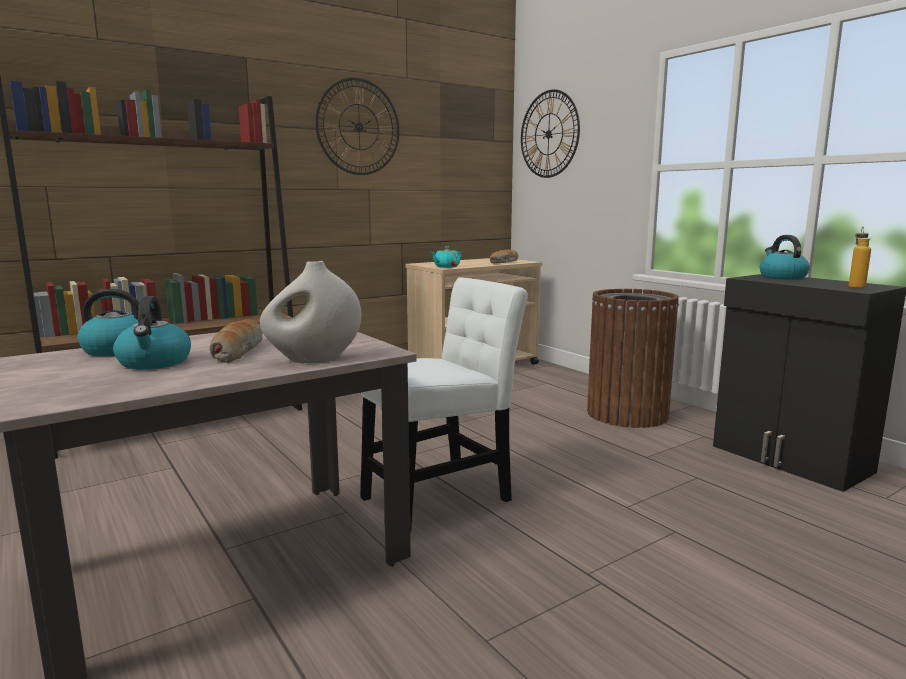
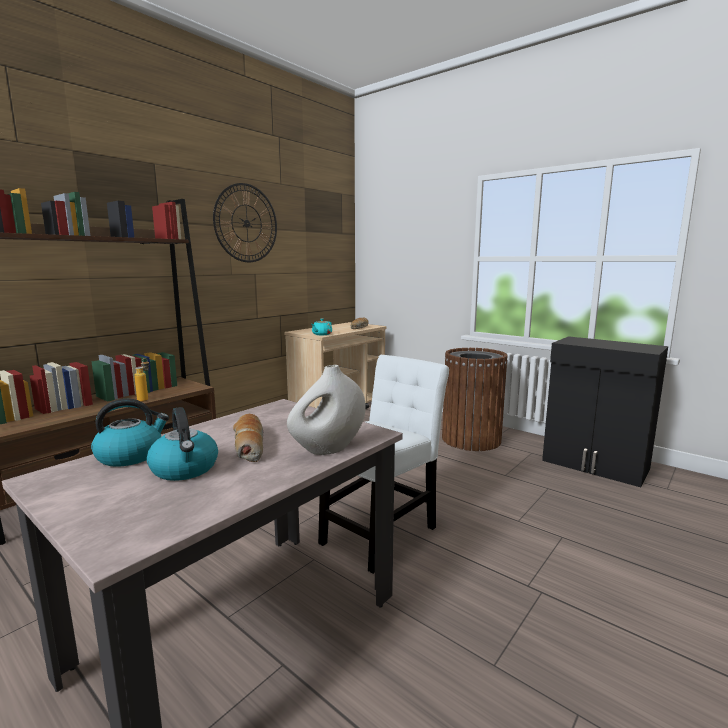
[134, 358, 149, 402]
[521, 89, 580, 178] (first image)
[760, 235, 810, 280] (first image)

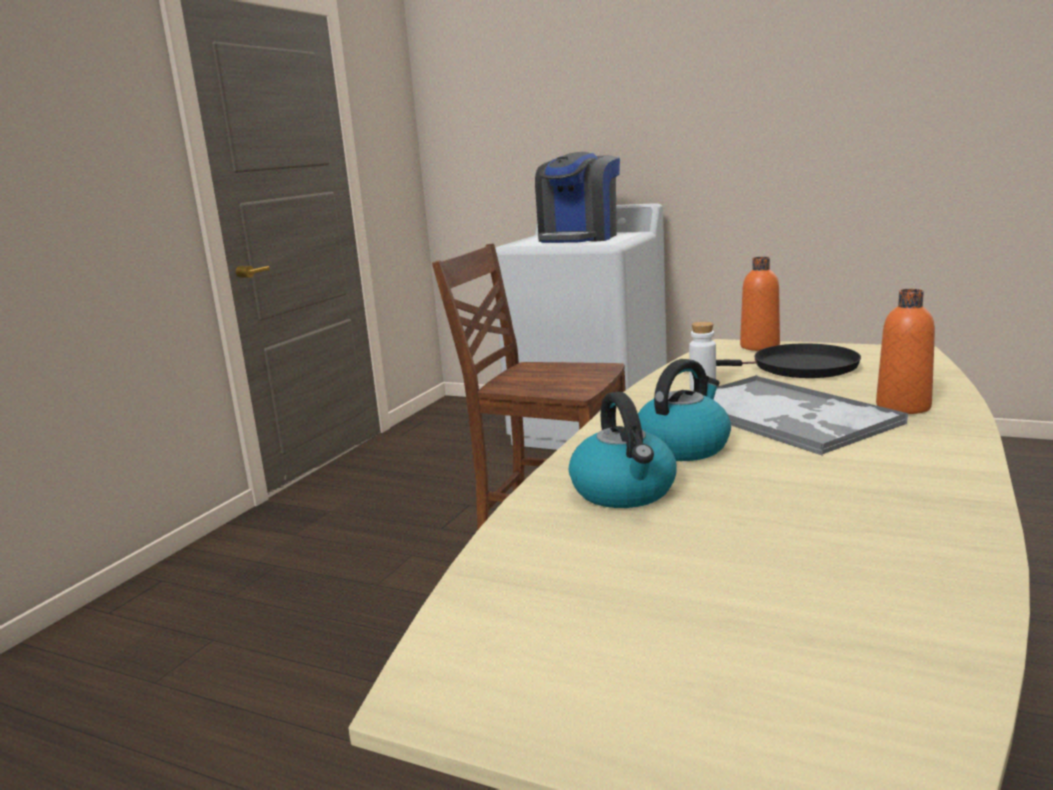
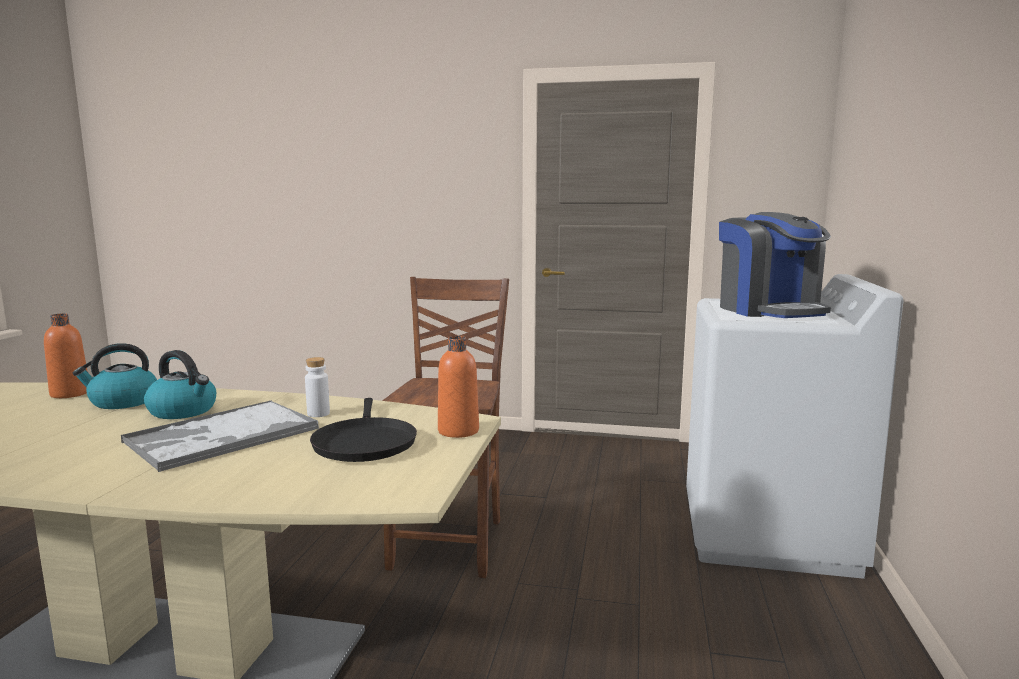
[44, 313, 88, 398]
[719, 212, 831, 318]

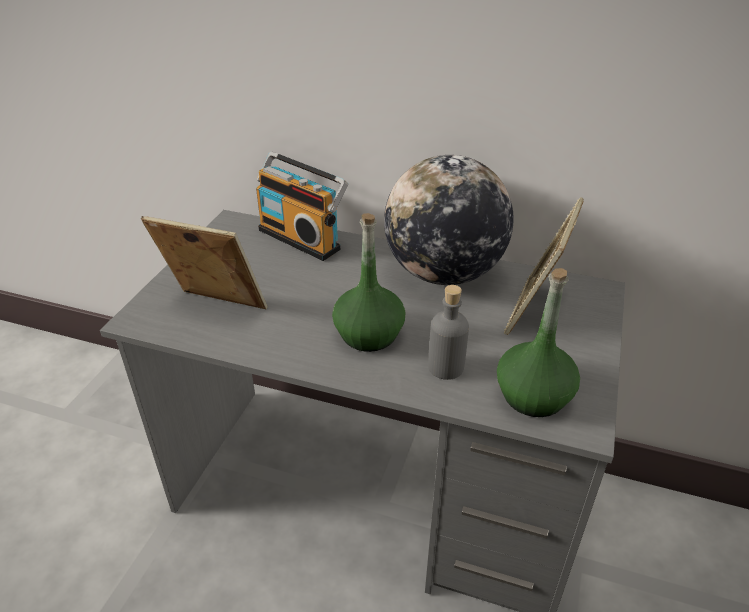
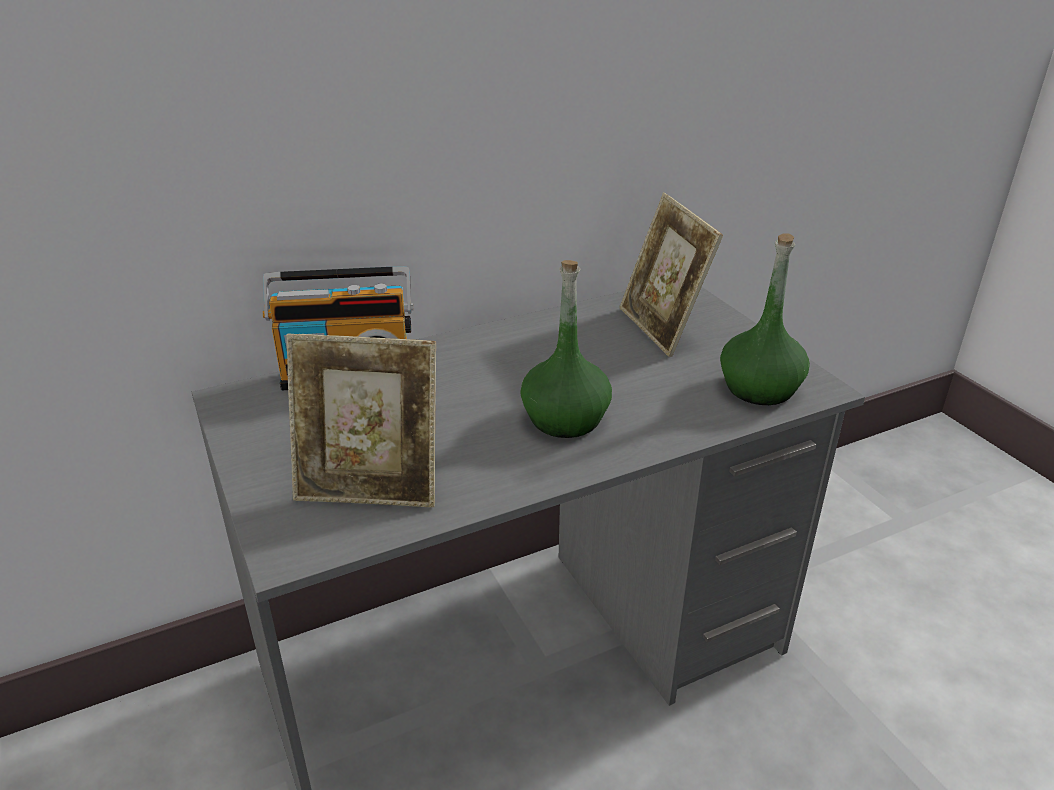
[286, 333, 436, 507]
[384, 155, 514, 285] (first image)
[428, 285, 469, 380] (first image)

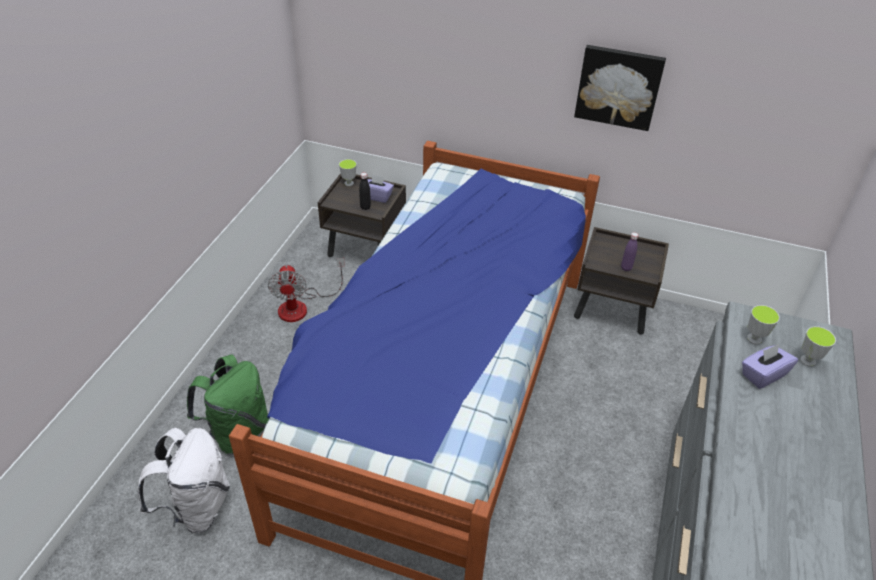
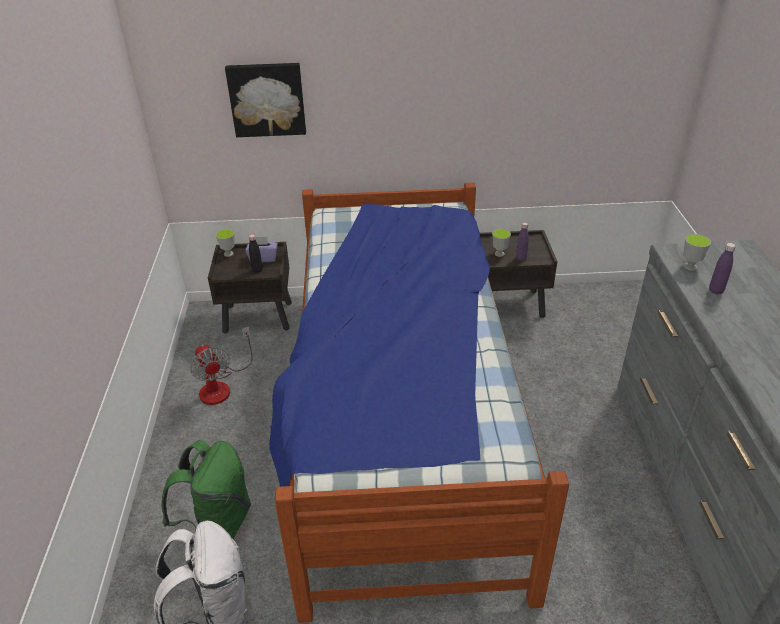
[225, 63, 306, 137]
[492, 229, 511, 257]
[709, 243, 736, 294]

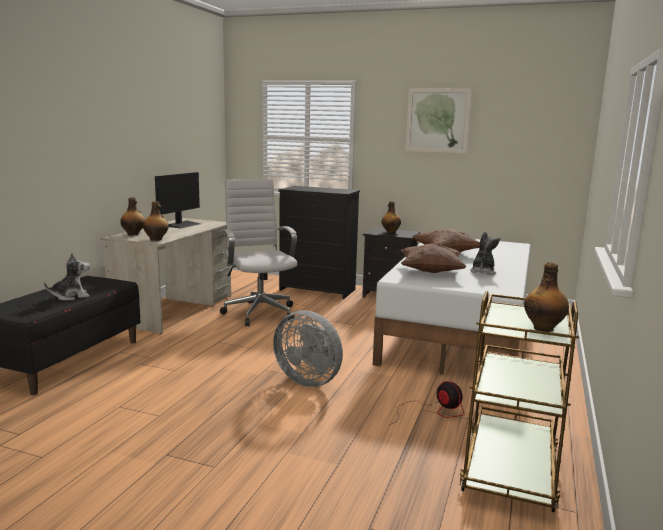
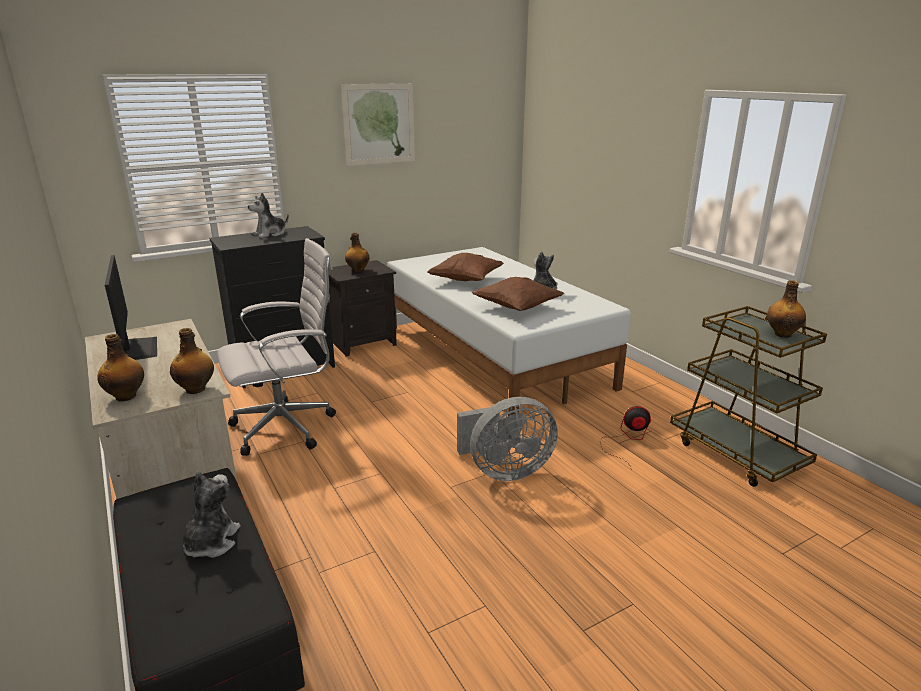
[217, 238, 336, 456]
[248, 193, 289, 238]

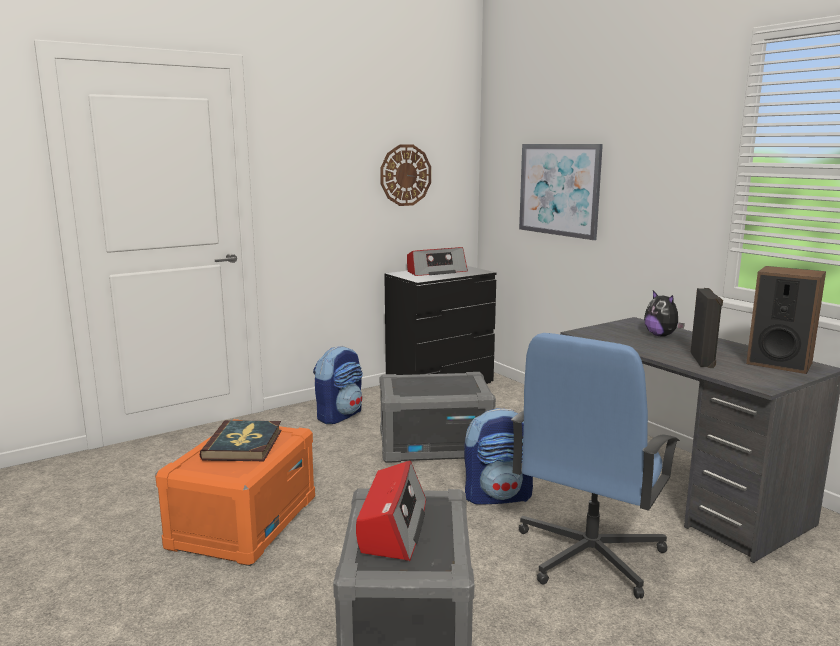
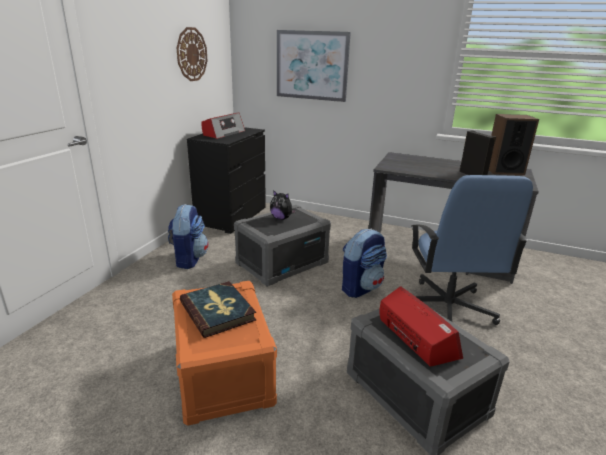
[270, 190, 296, 220]

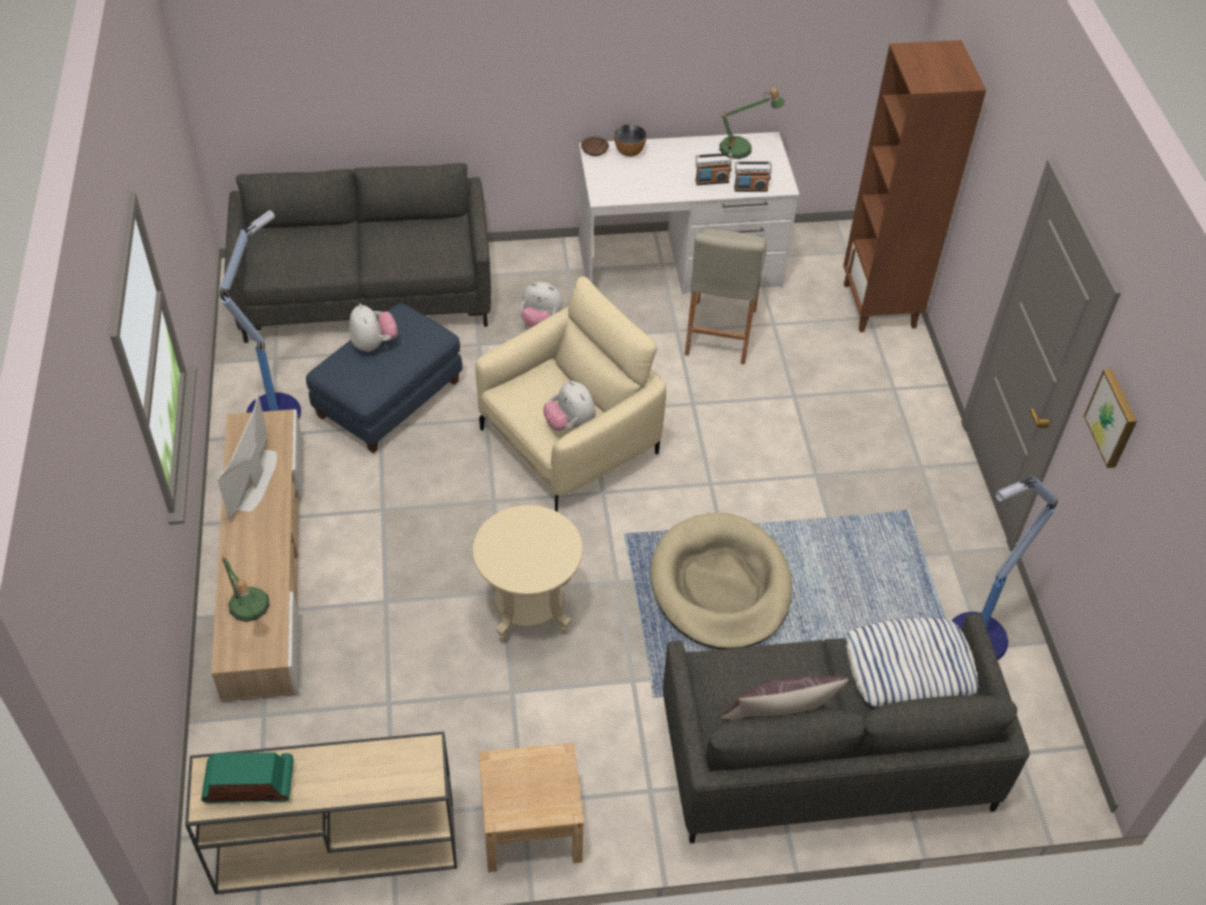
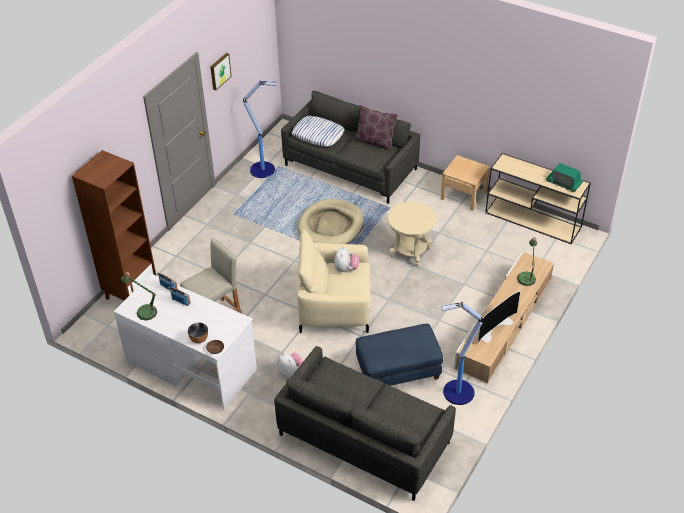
[349, 304, 398, 352] (first image)

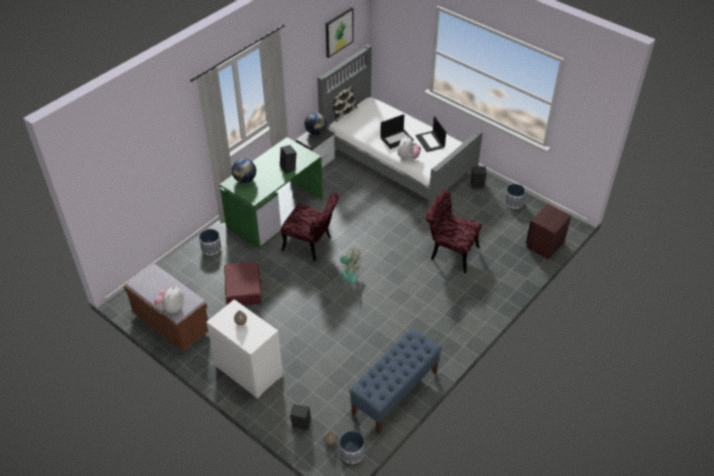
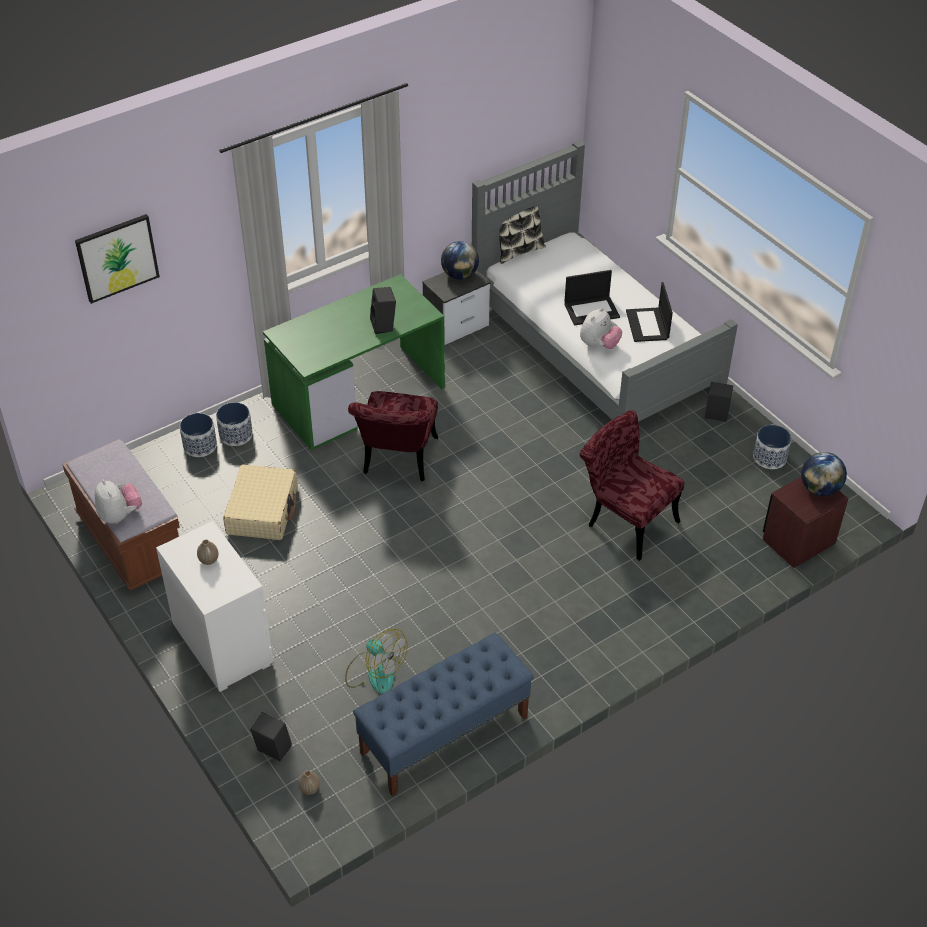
[75, 214, 160, 304]
[95, 480, 142, 524]
[180, 413, 217, 457]
[223, 464, 298, 540]
[345, 629, 408, 694]
[348, 391, 438, 481]
[801, 452, 847, 496]

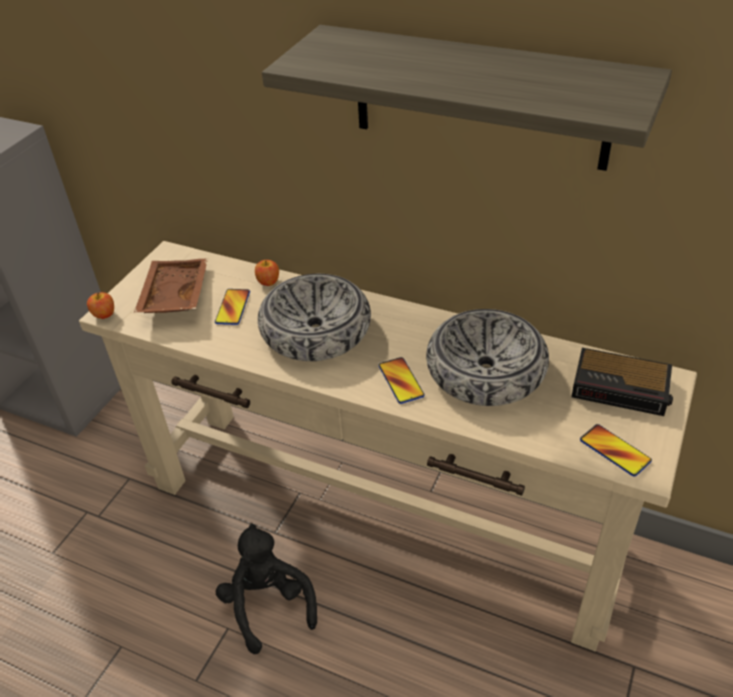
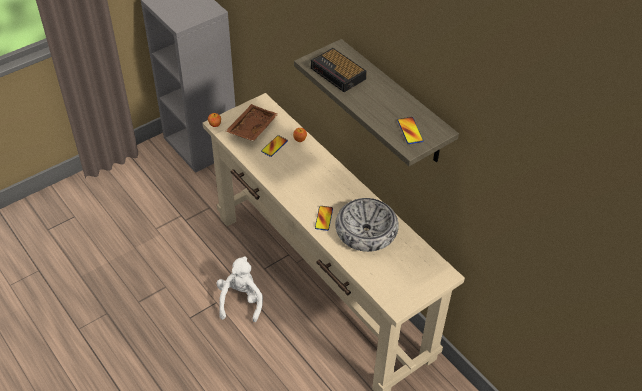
[216, 257, 263, 322]
[311, 48, 367, 92]
[397, 117, 424, 144]
[258, 274, 371, 361] (first image)

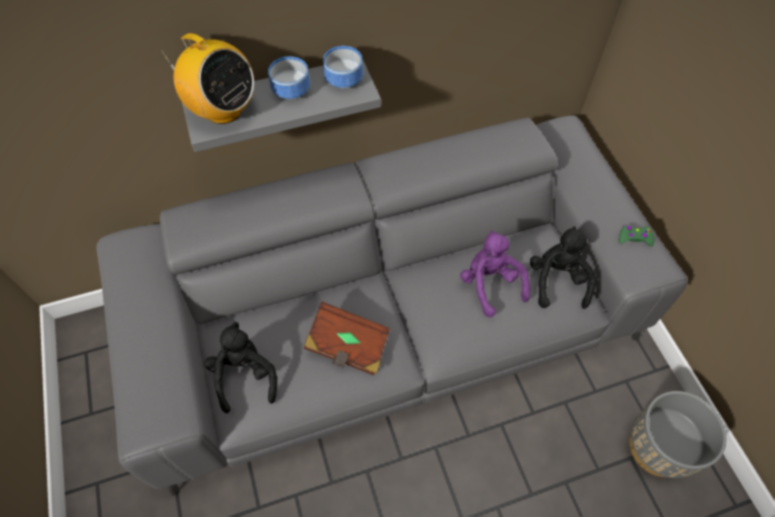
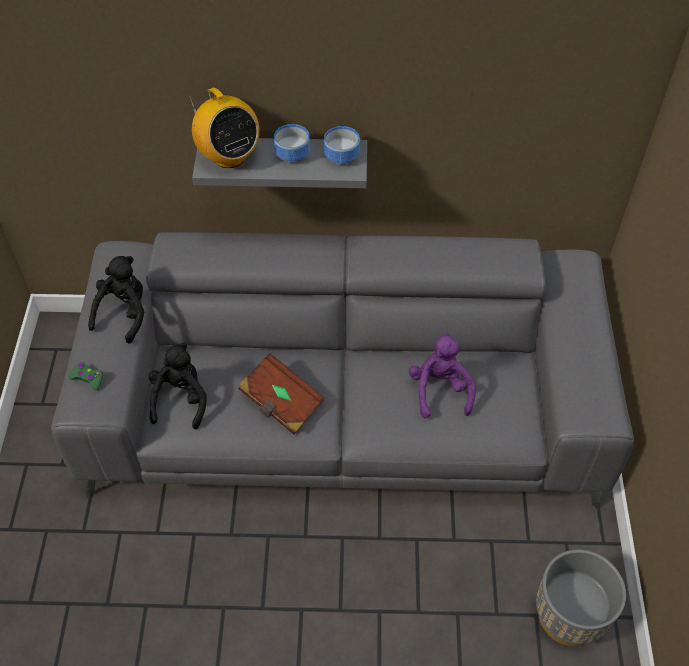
[69, 362, 103, 391]
[88, 256, 144, 344]

